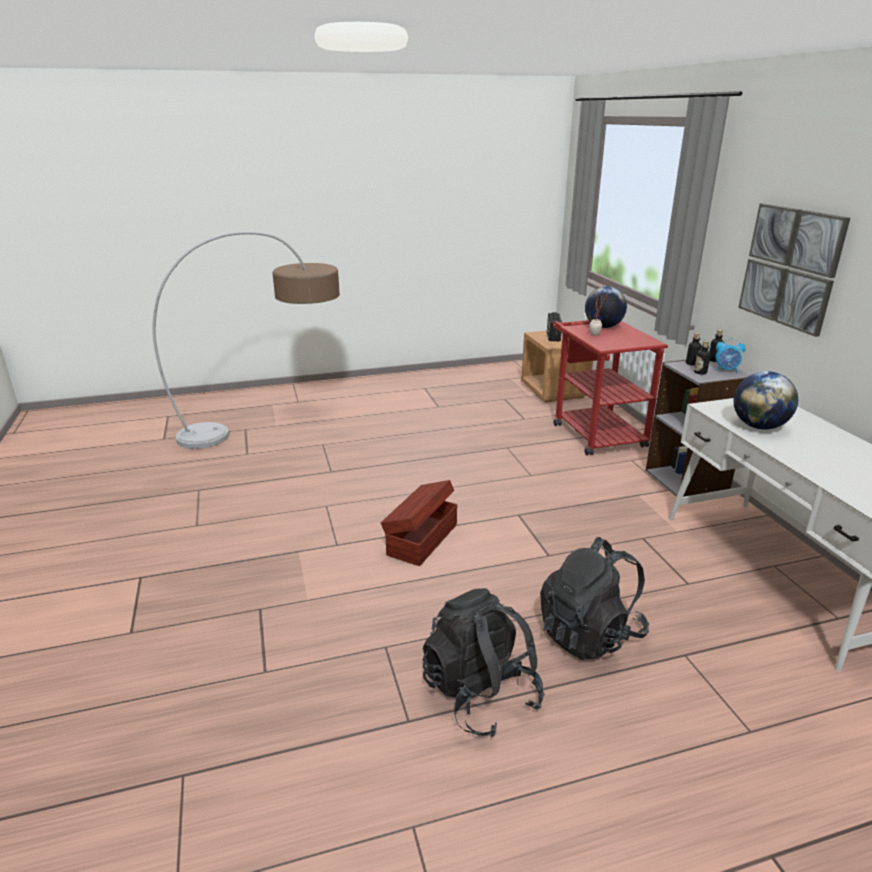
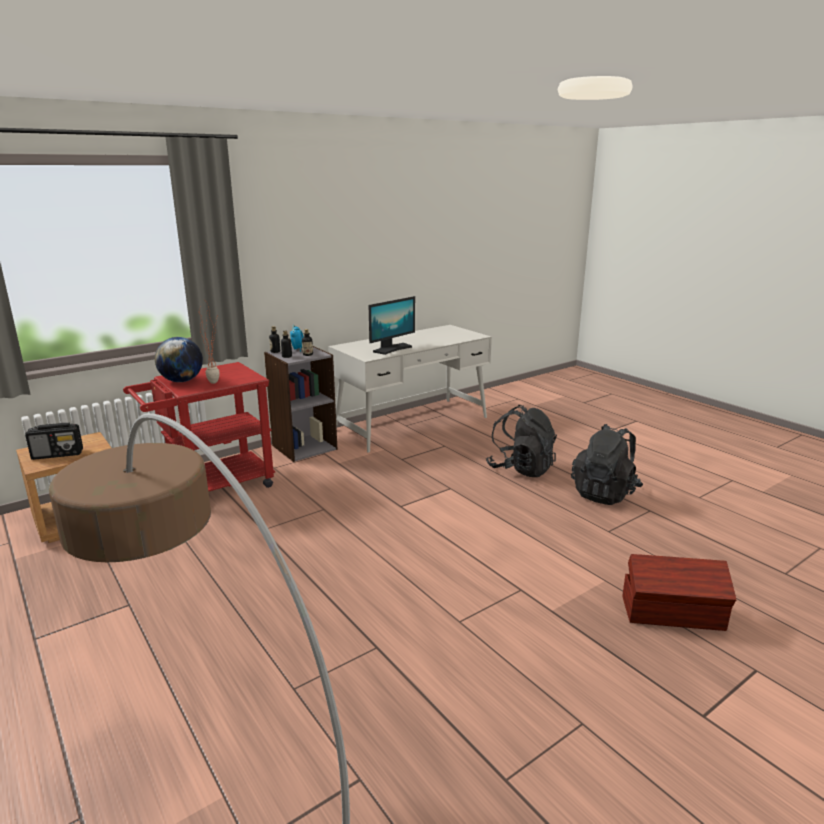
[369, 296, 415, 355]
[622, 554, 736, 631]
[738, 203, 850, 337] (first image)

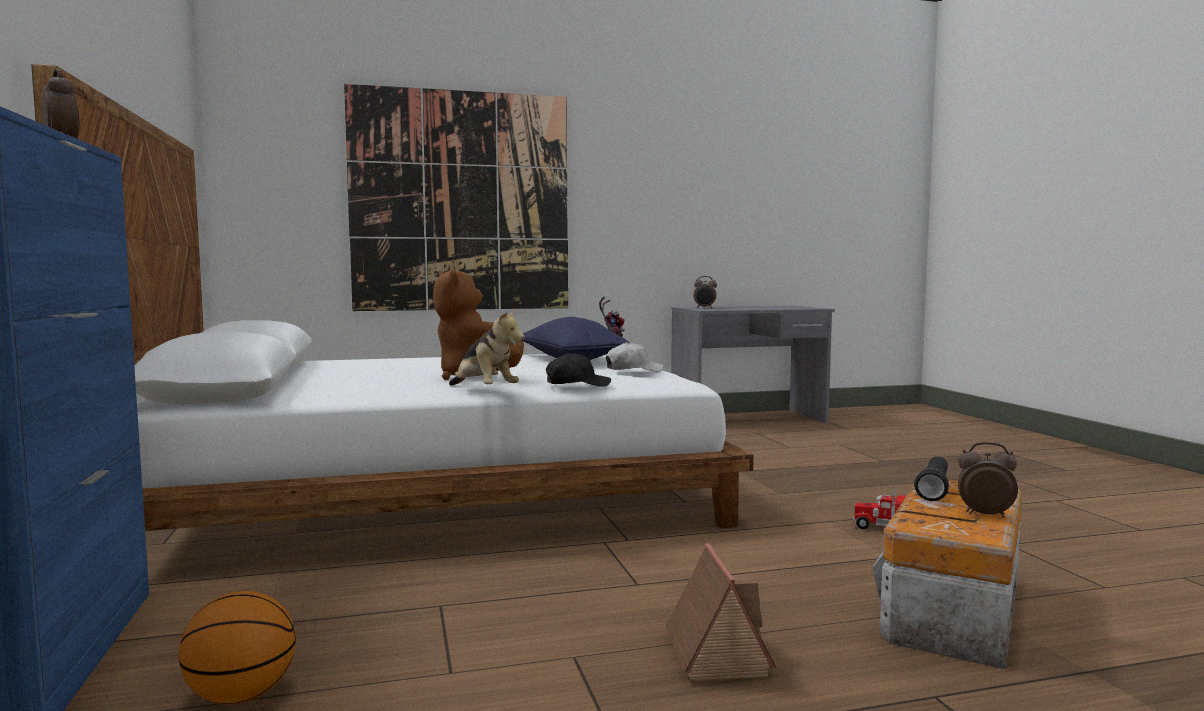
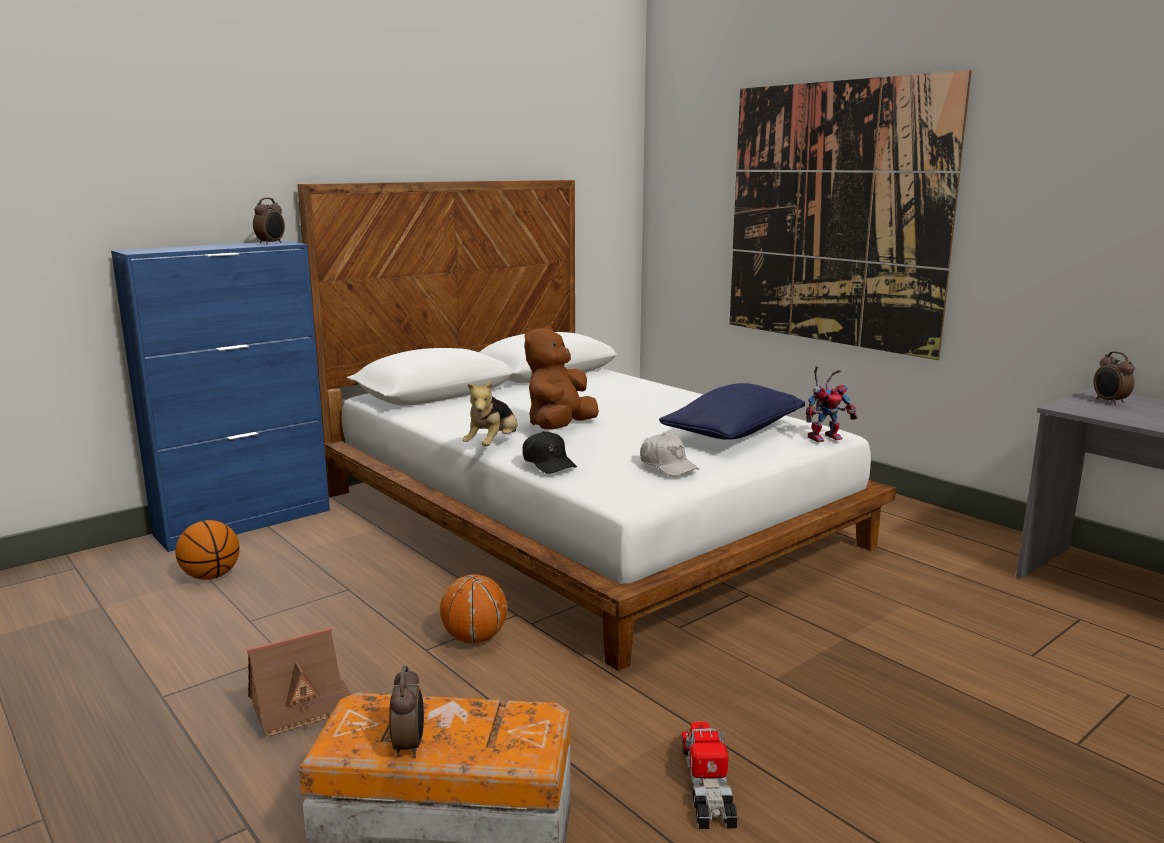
[440, 574, 508, 644]
[914, 456, 949, 501] (first image)

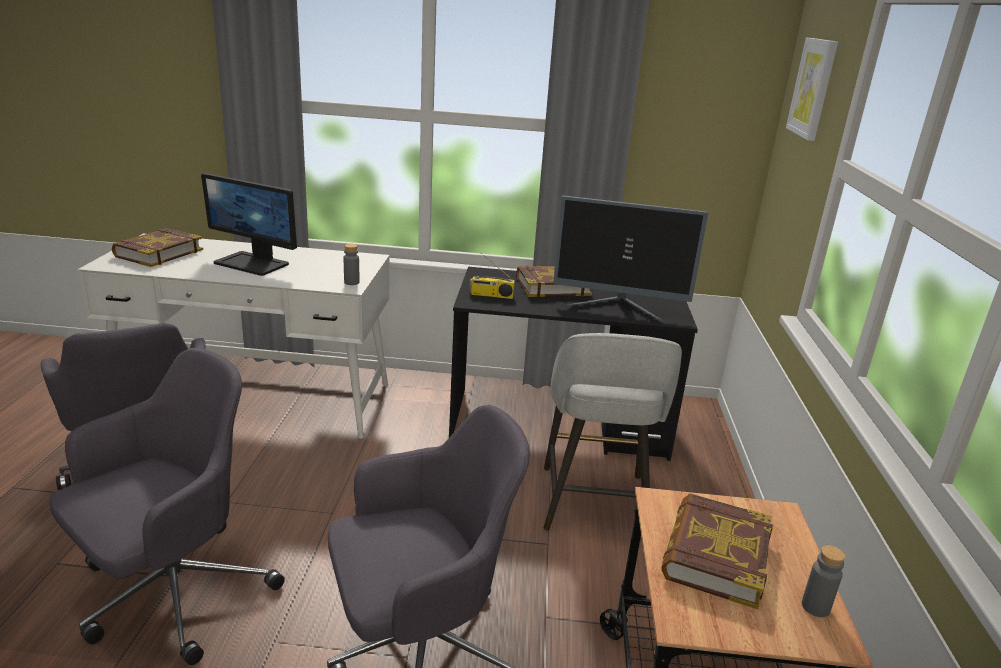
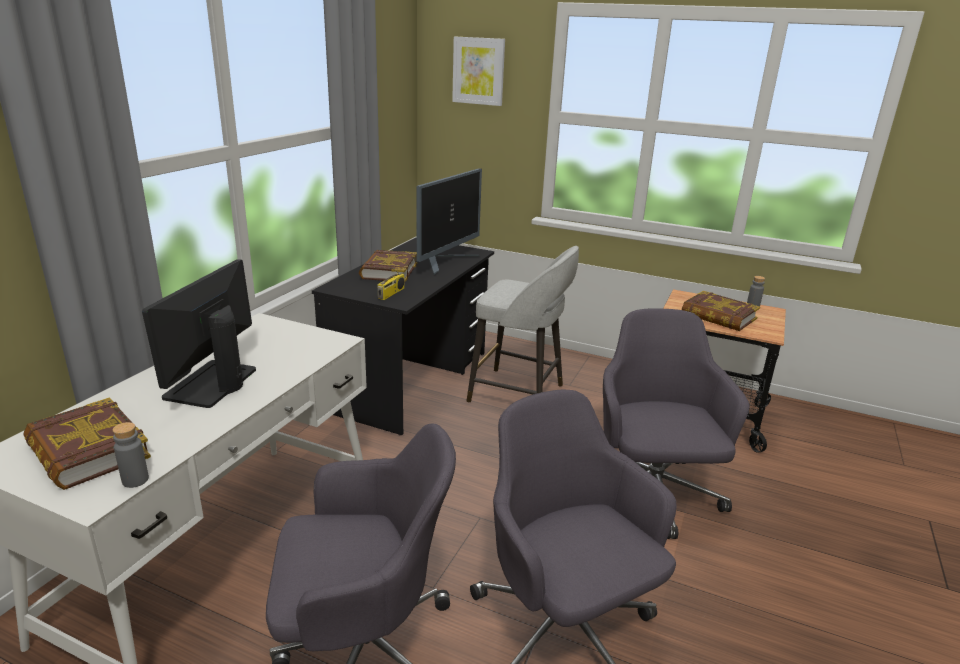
[113, 422, 149, 488]
[142, 259, 256, 408]

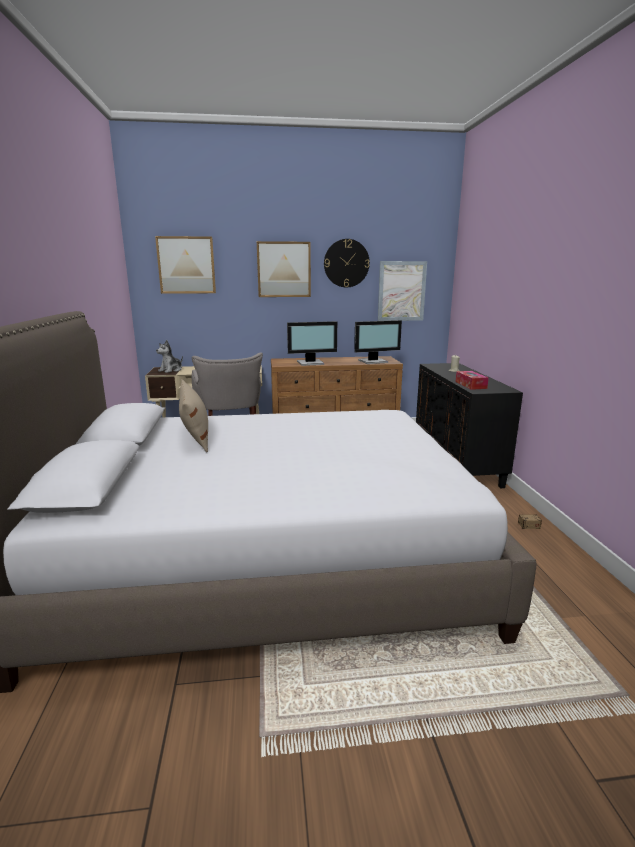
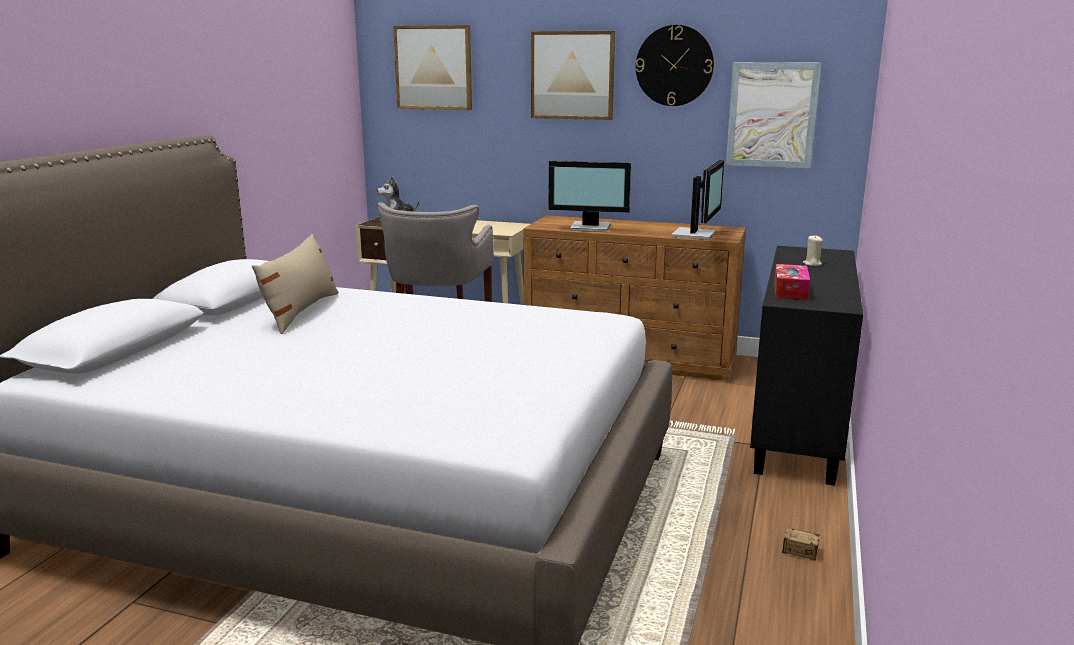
[671, 160, 724, 240]

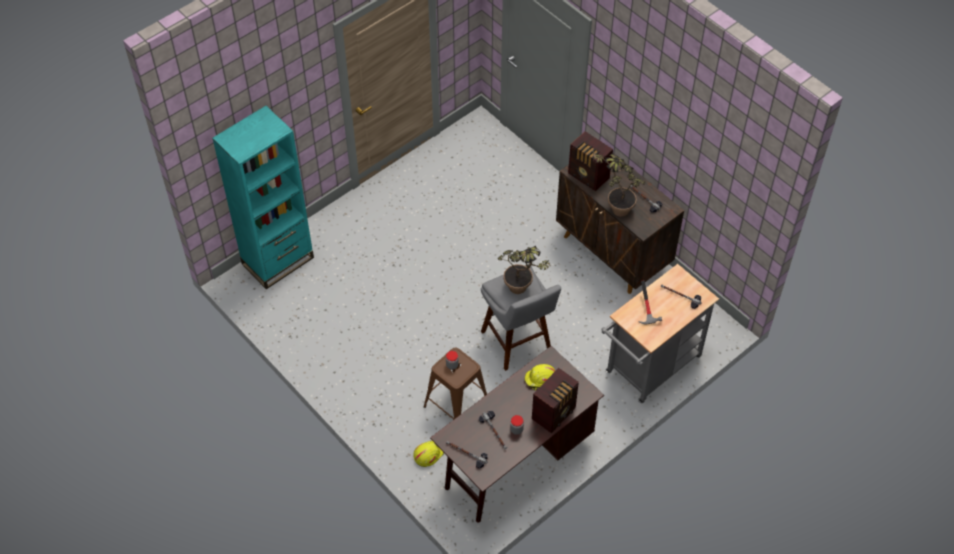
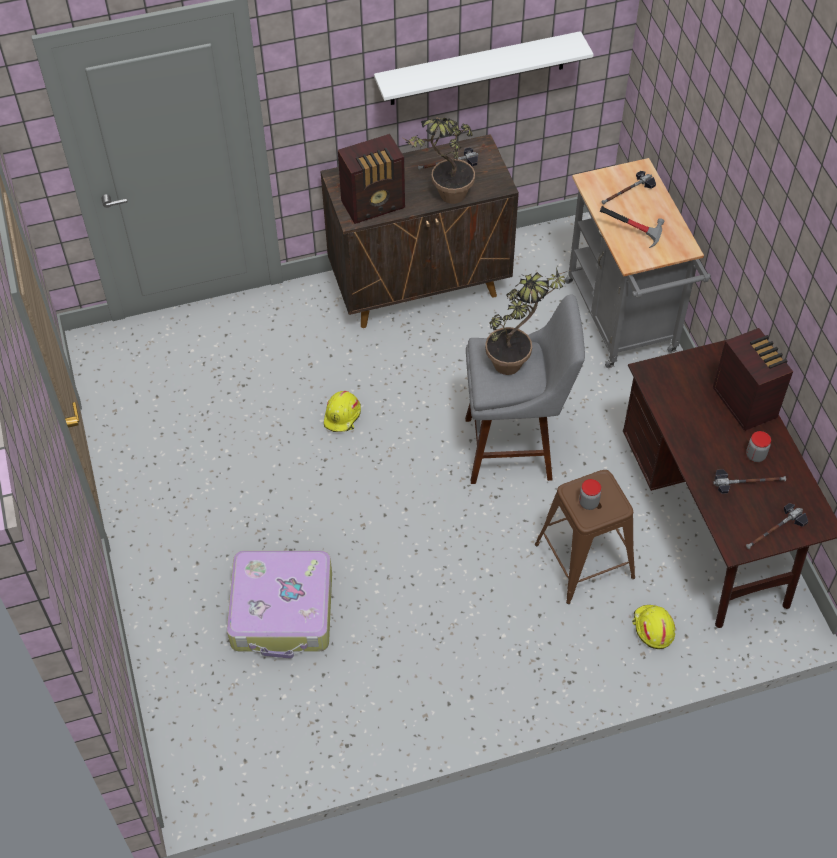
[227, 551, 332, 659]
[324, 391, 361, 432]
[374, 31, 594, 105]
[212, 106, 314, 289] (first image)

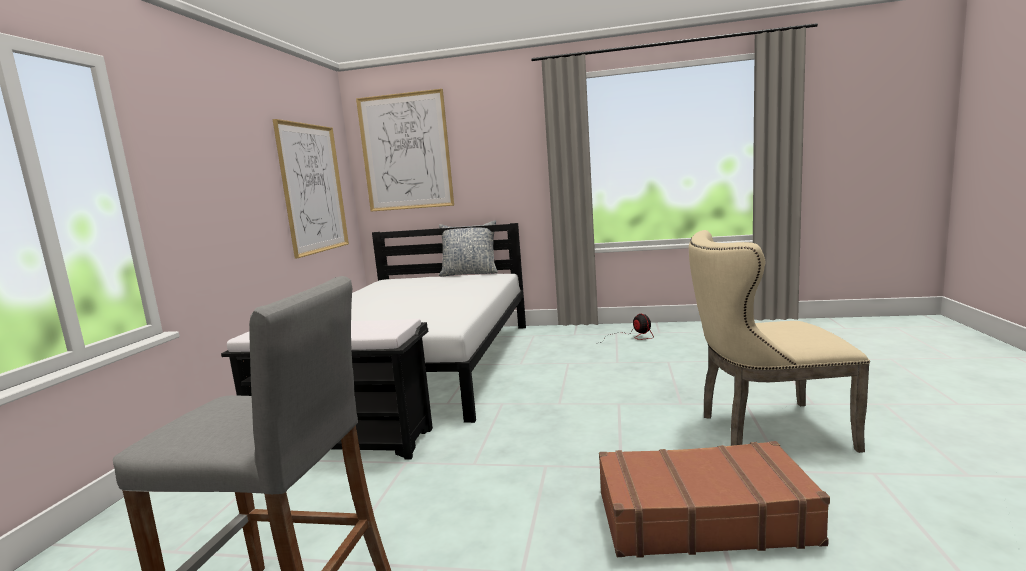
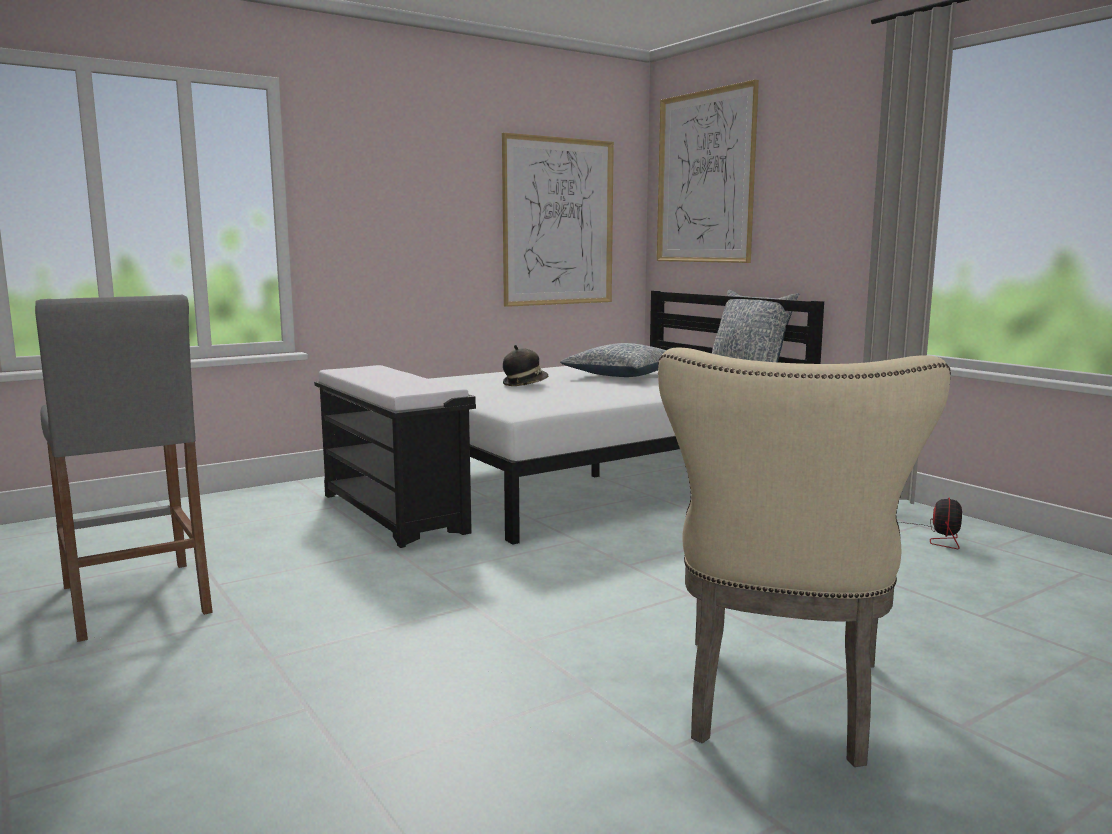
[503, 345, 548, 386]
[560, 343, 666, 377]
[658, 347, 951, 767]
[599, 441, 830, 557] (first image)

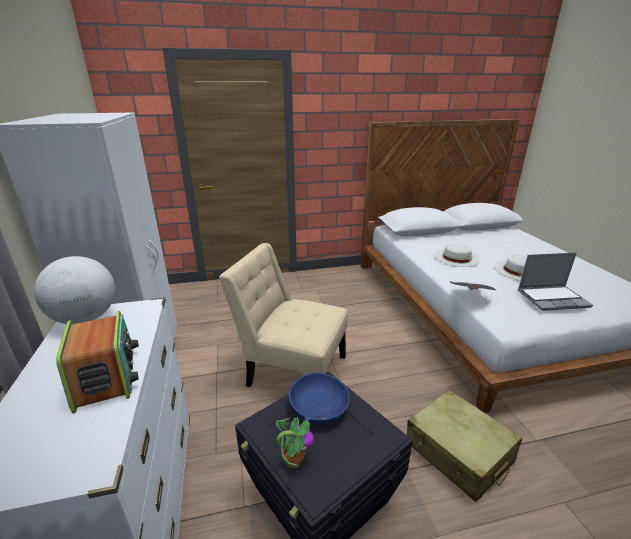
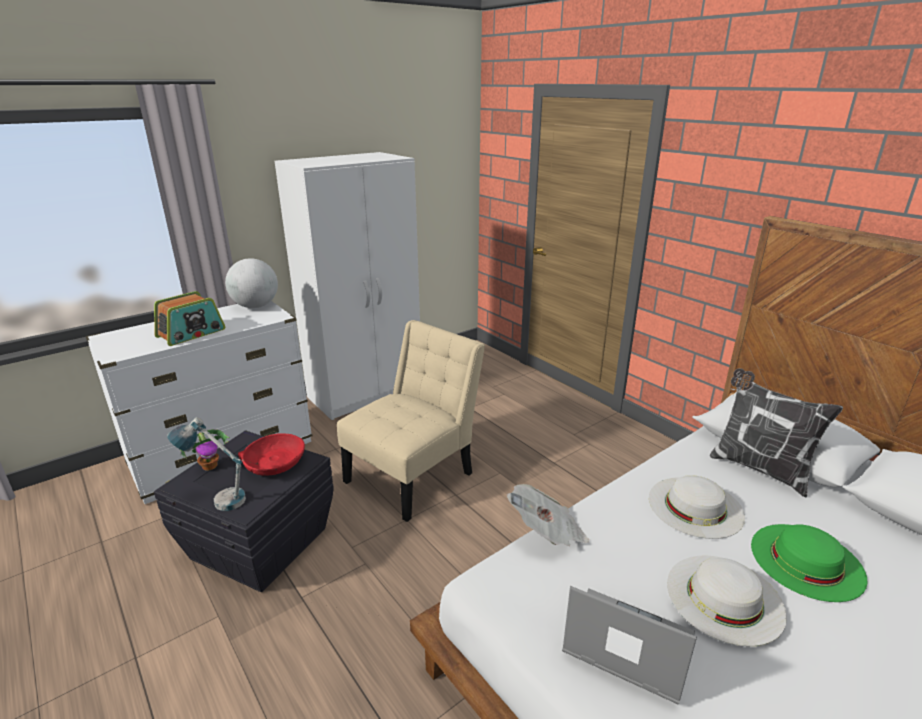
[167, 417, 246, 511]
[238, 433, 305, 476]
[337, 320, 485, 522]
[562, 586, 697, 704]
[710, 368, 843, 497]
[751, 524, 868, 602]
[407, 390, 522, 502] (first image)

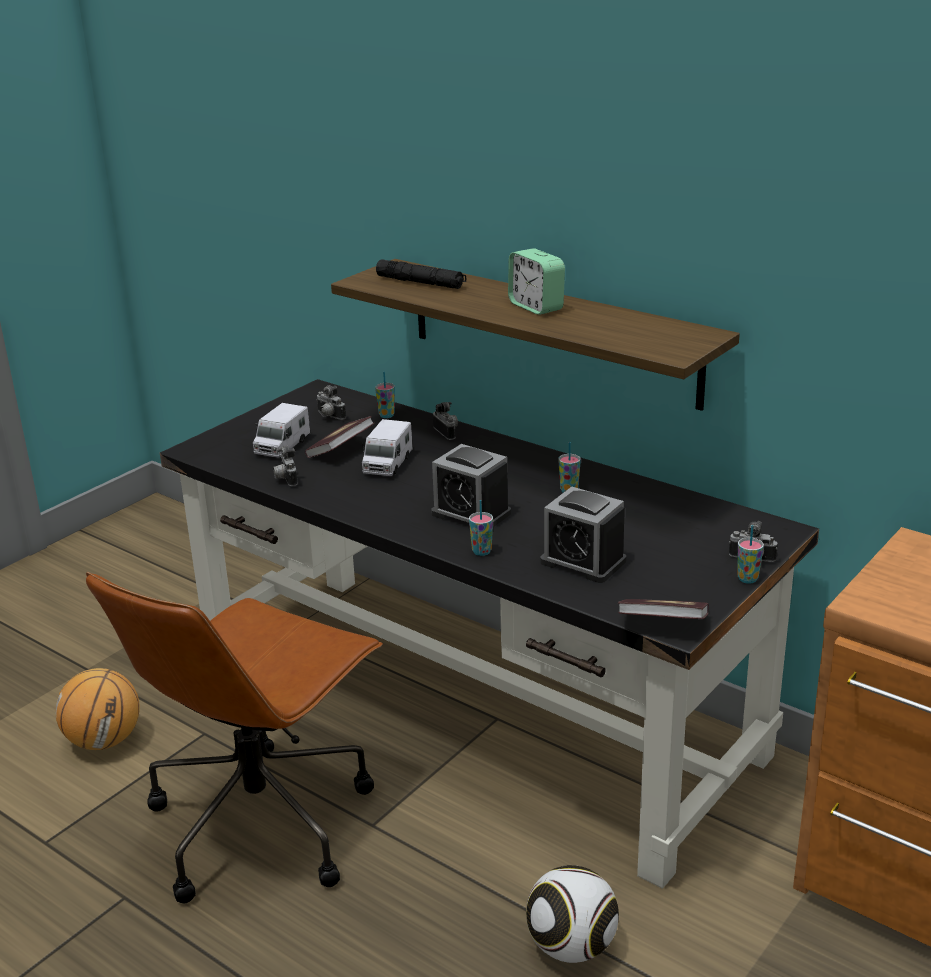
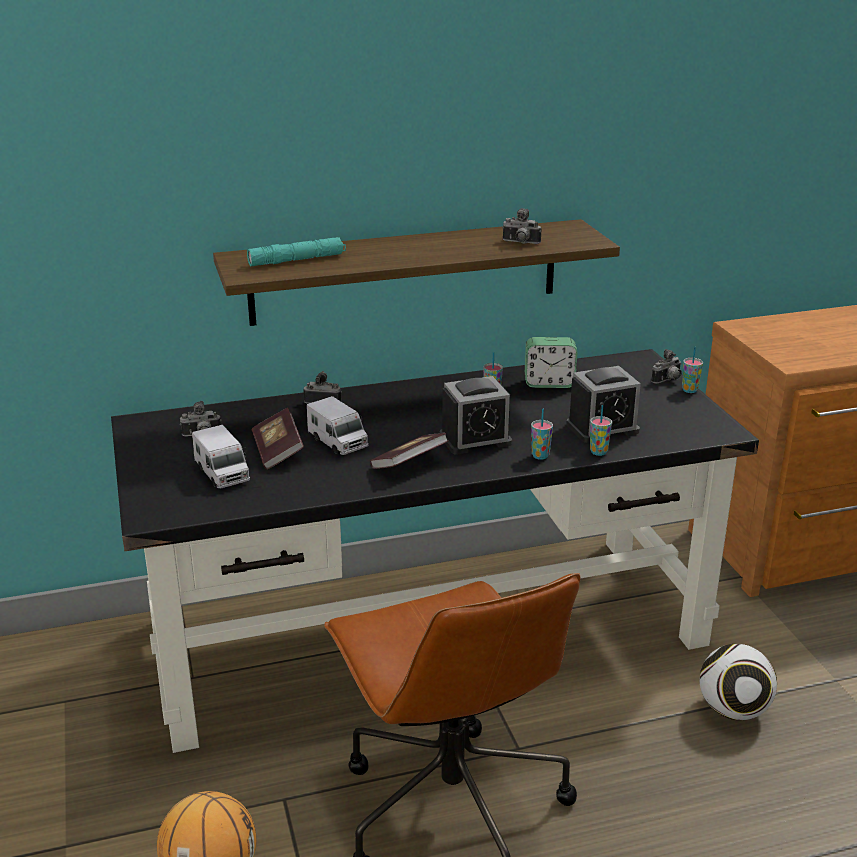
[247, 237, 346, 266]
[370, 433, 449, 469]
[502, 208, 541, 244]
[525, 337, 577, 388]
[590, 405, 612, 456]

